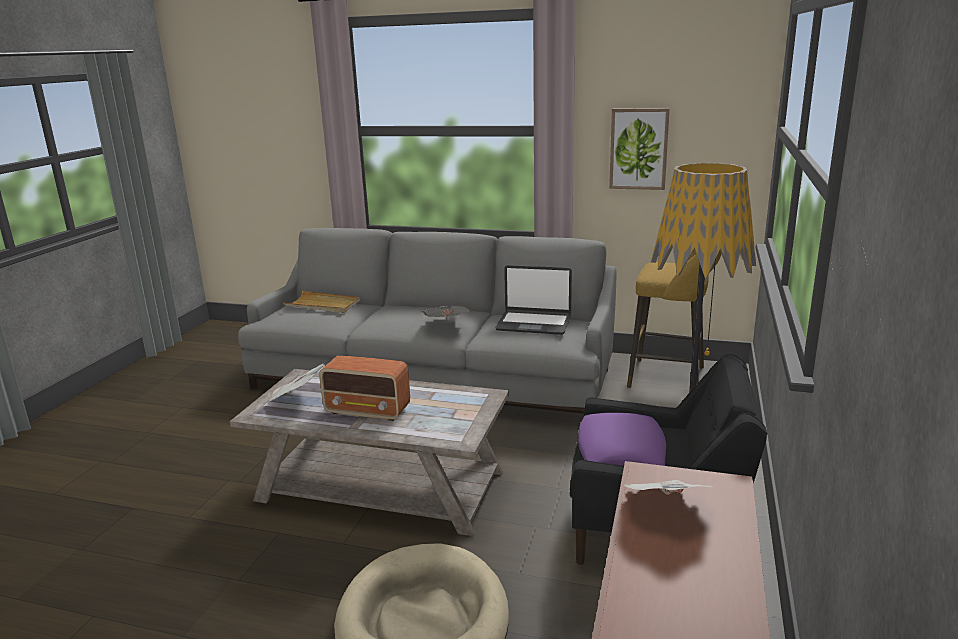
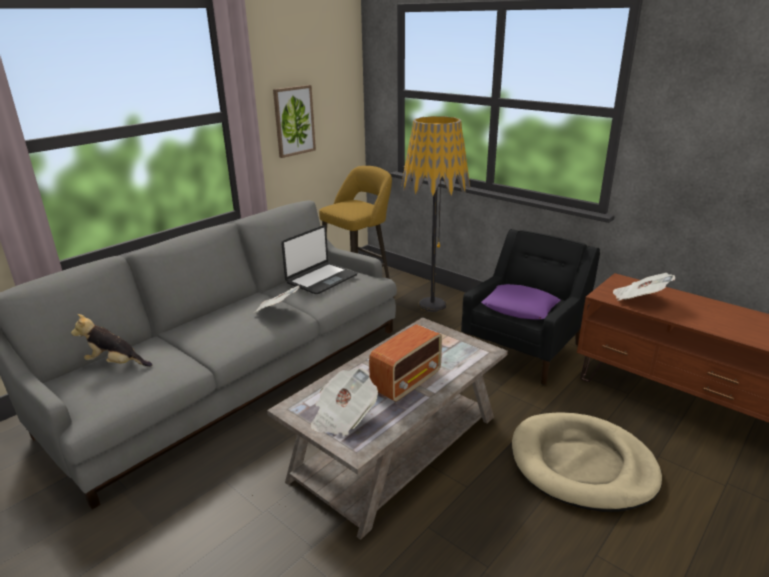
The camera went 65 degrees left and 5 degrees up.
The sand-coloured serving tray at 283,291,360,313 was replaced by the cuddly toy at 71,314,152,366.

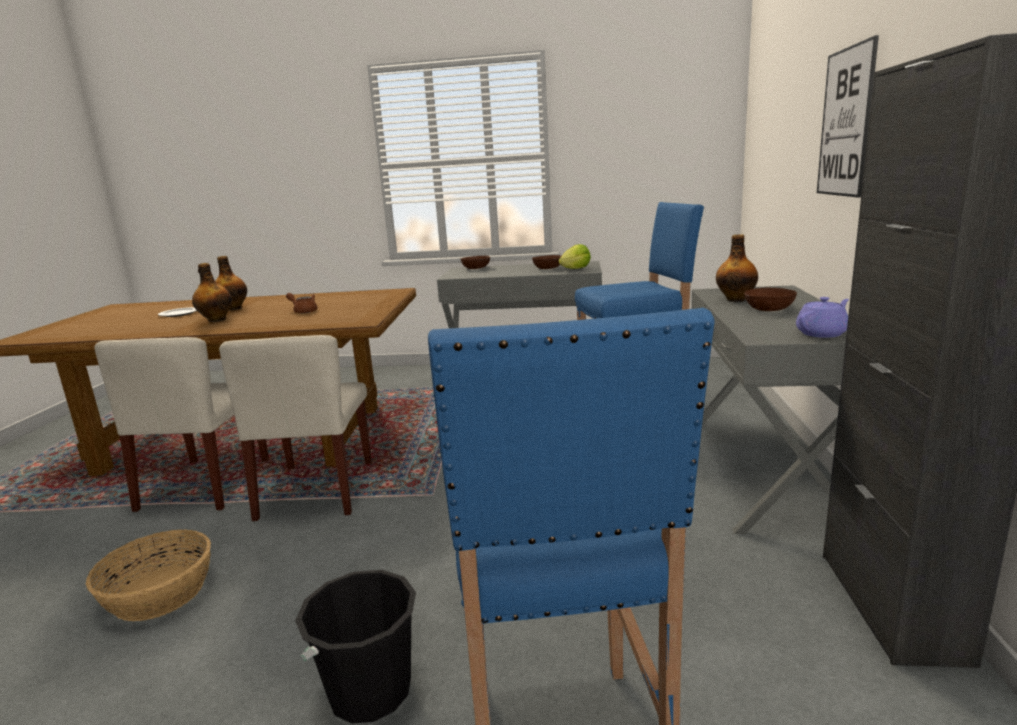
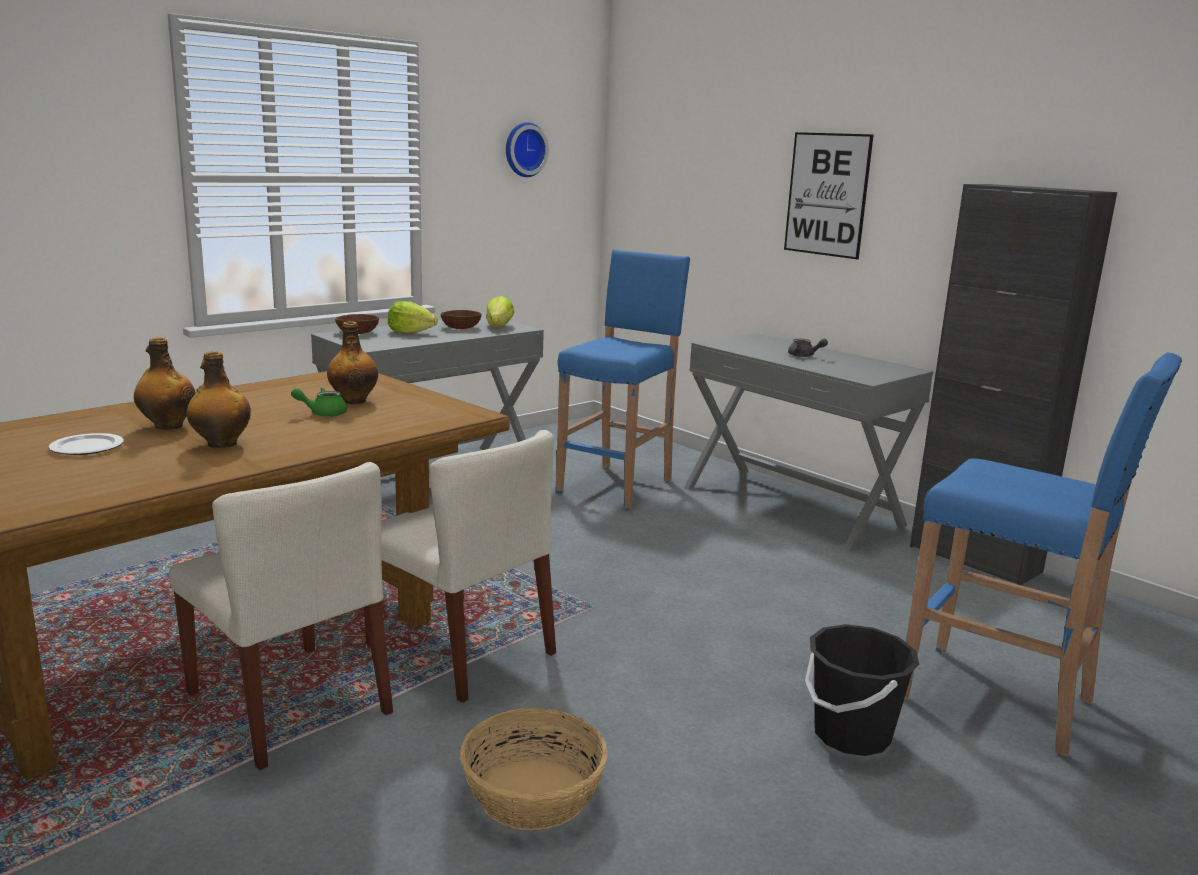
The camera went 50 degrees left and 0 degrees up.
The brown-coloured teapot at 286,293,318,313 became the green teapot at 291,387,347,417.
The drink bottle moved from 716,234,758,302 to 327,321,378,404.
The brown-coloured serving bowl at 744,288,797,311 was replaced by the greyish teapot at 788,339,828,357.
The purplish teapot at 796,297,849,338 disappeared.
The lettuce at 388,301,438,334 appeared.
The hanging clock at 506,122,549,177 appeared.

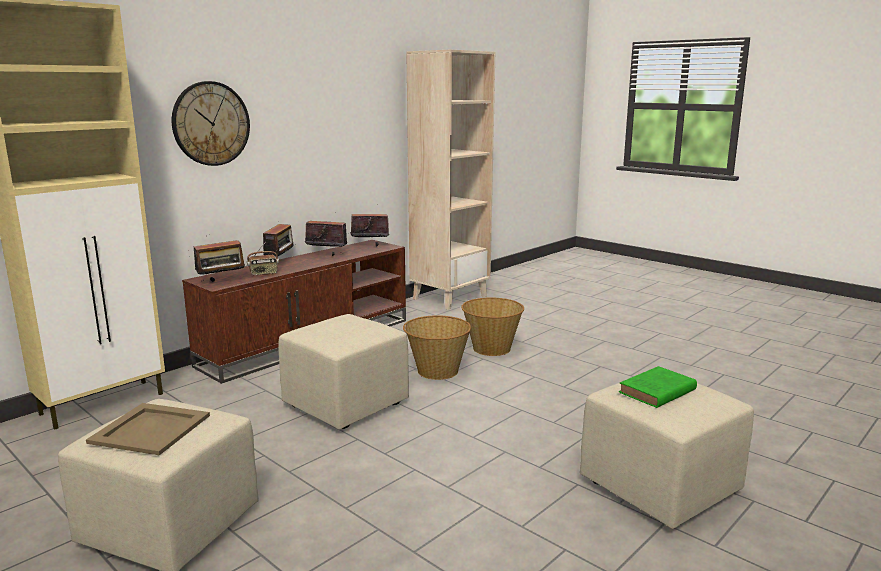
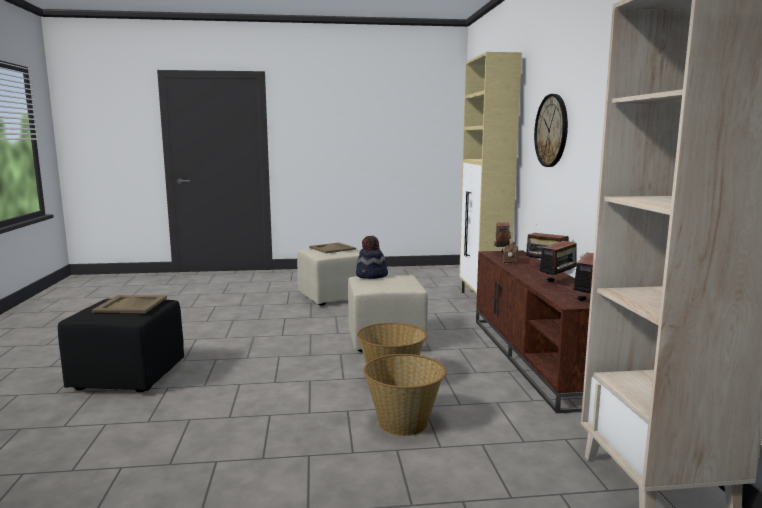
The camera went 130 degrees right and 5 degrees down.
The sand-coloured pouffe at 580,383,754,529 became the black-coloured pouffe at 58,298,184,392.
The green bound book at 619,366,697,408 was replaced by the sand-coloured serving tray at 92,295,167,313.
The wearable hat at 356,236,388,279 appeared.

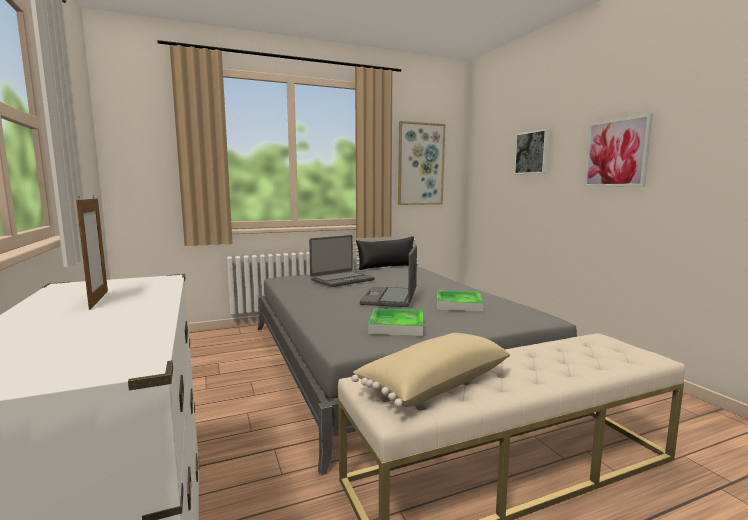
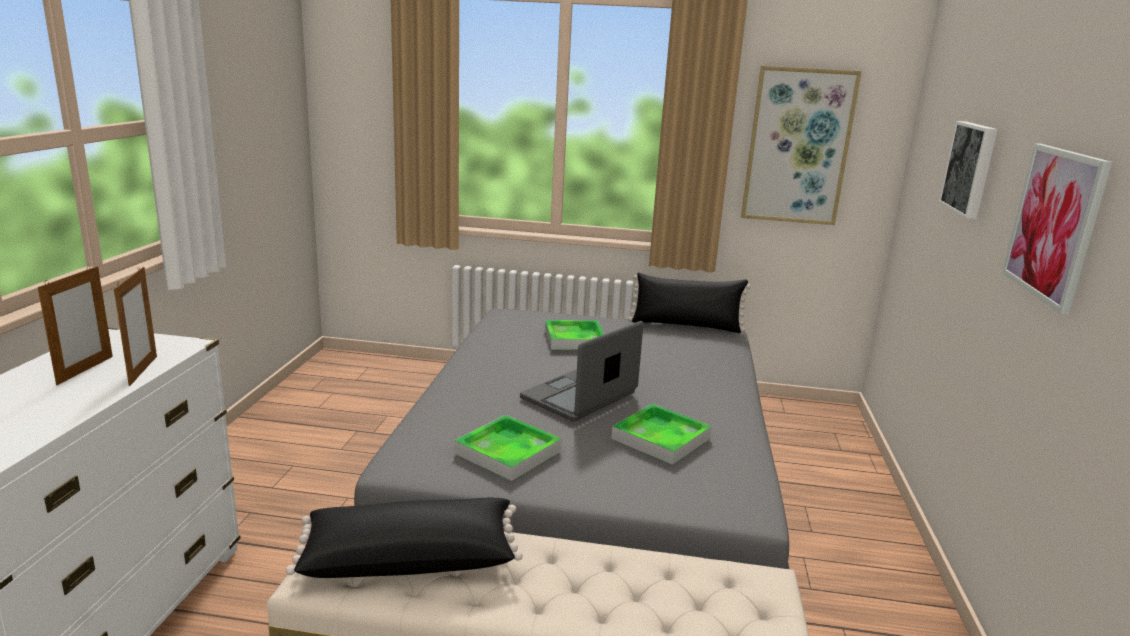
The camera went 30 degrees right and 10 degrees up.
The portable computer at 309,235,375,287 was replaced by the serving tray at 545,320,604,350.
The sand-coloured pillow at 352,333,510,407 became the black-coloured pillow at 285,498,523,578.
The standing frame at 114,266,157,386 appeared.

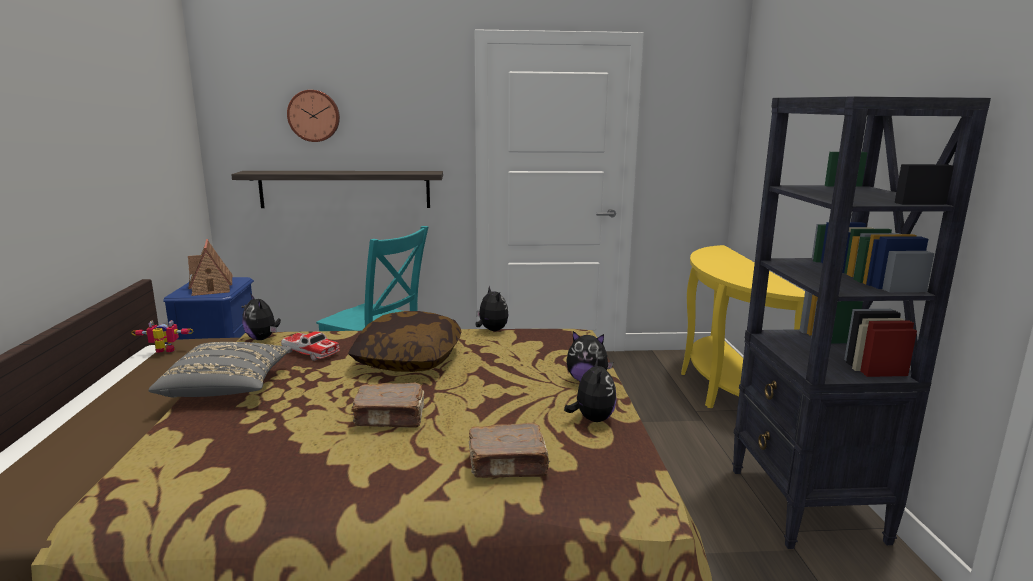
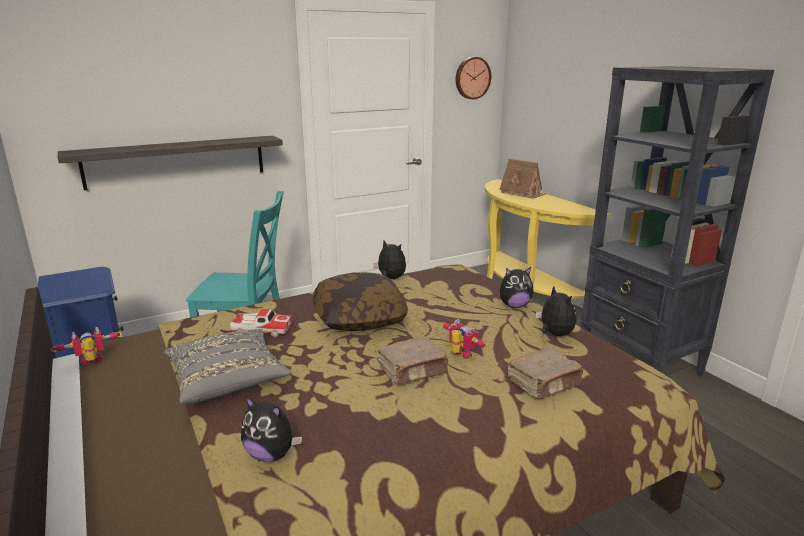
The camera went 25 degrees left and 5 degrees up.
The miniature house moved from 188,239,232,296 to 500,158,546,199.
The cuddly toy moved from 242,293,281,340 to 241,396,302,462.
The hanging clock moved from 287,90,340,142 to 456,57,491,99.
The toy robot at 441,319,488,359 appeared.

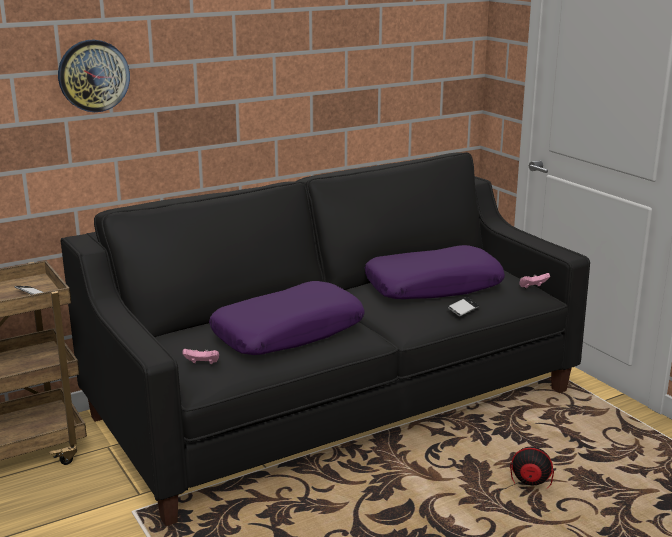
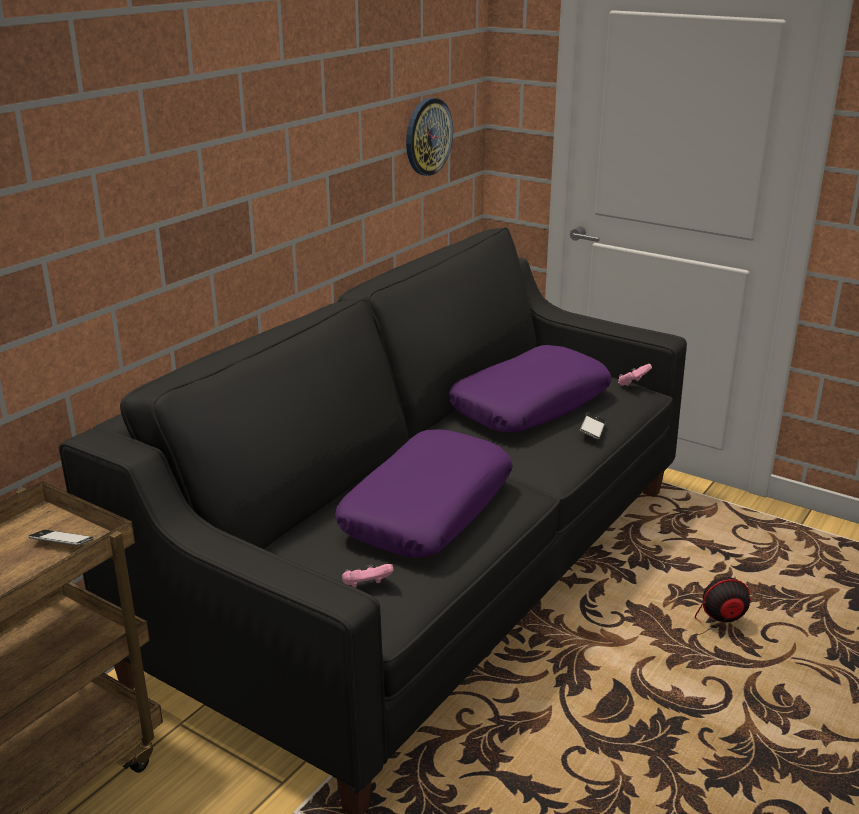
The camera went 25 degrees left and 5 degrees up.
The hanging clock moved from 58,40,130,112 to 406,98,453,176.

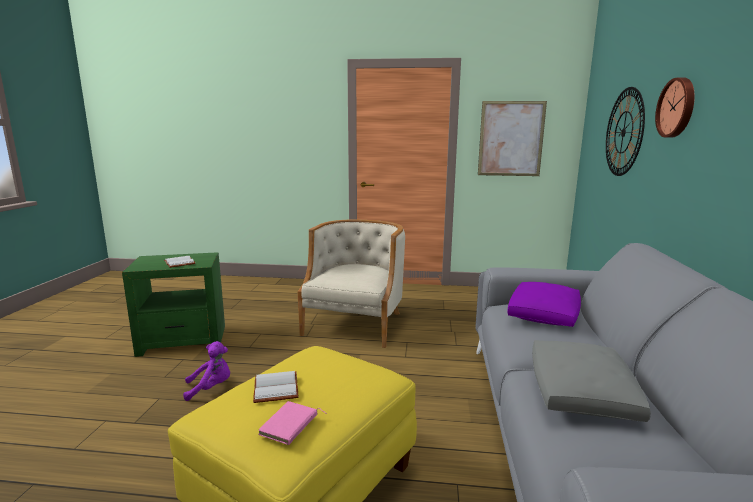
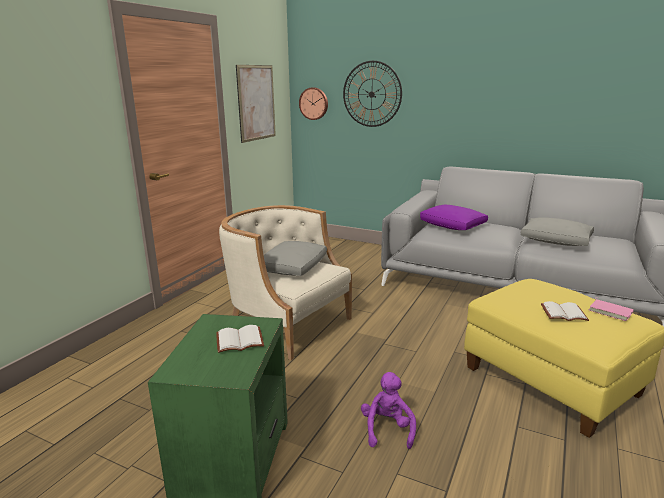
The camera went 70 degrees left and 5 degrees up.
The hanging clock moved from 655,77,695,137 to 299,87,328,120.
The greyish pillow at 264,241,327,276 appeared.

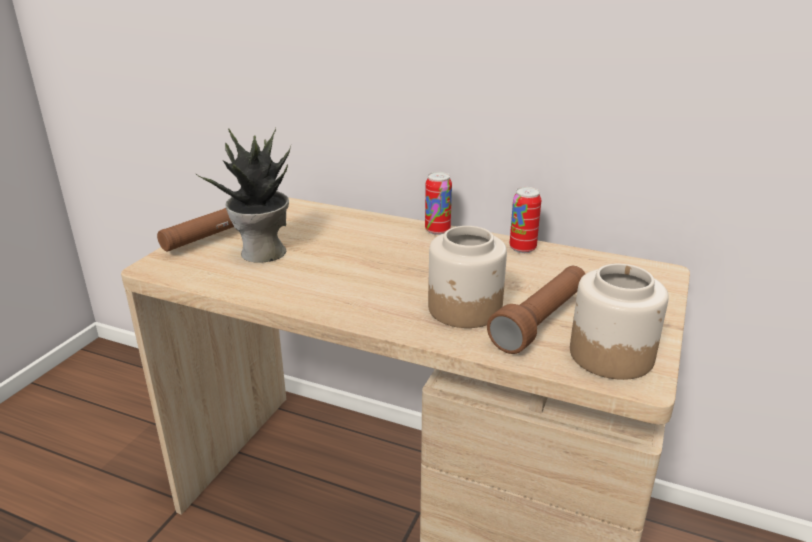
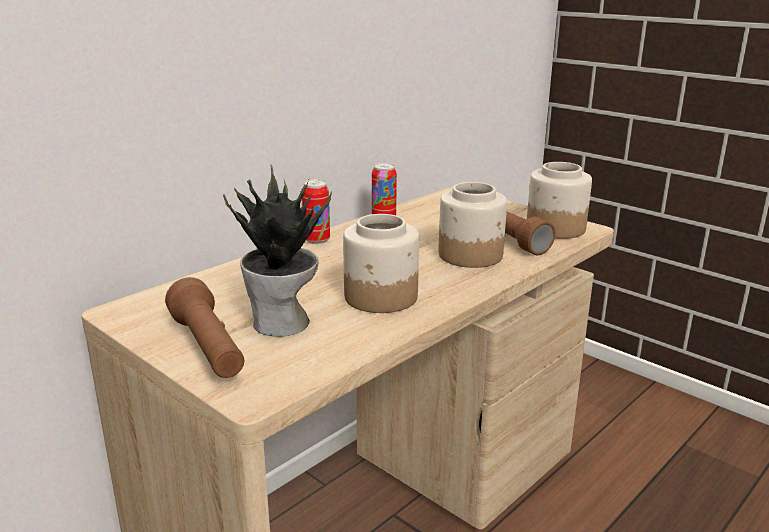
The camera went 70 degrees left and 5 degrees down.
The jar at 343,214,419,313 appeared.

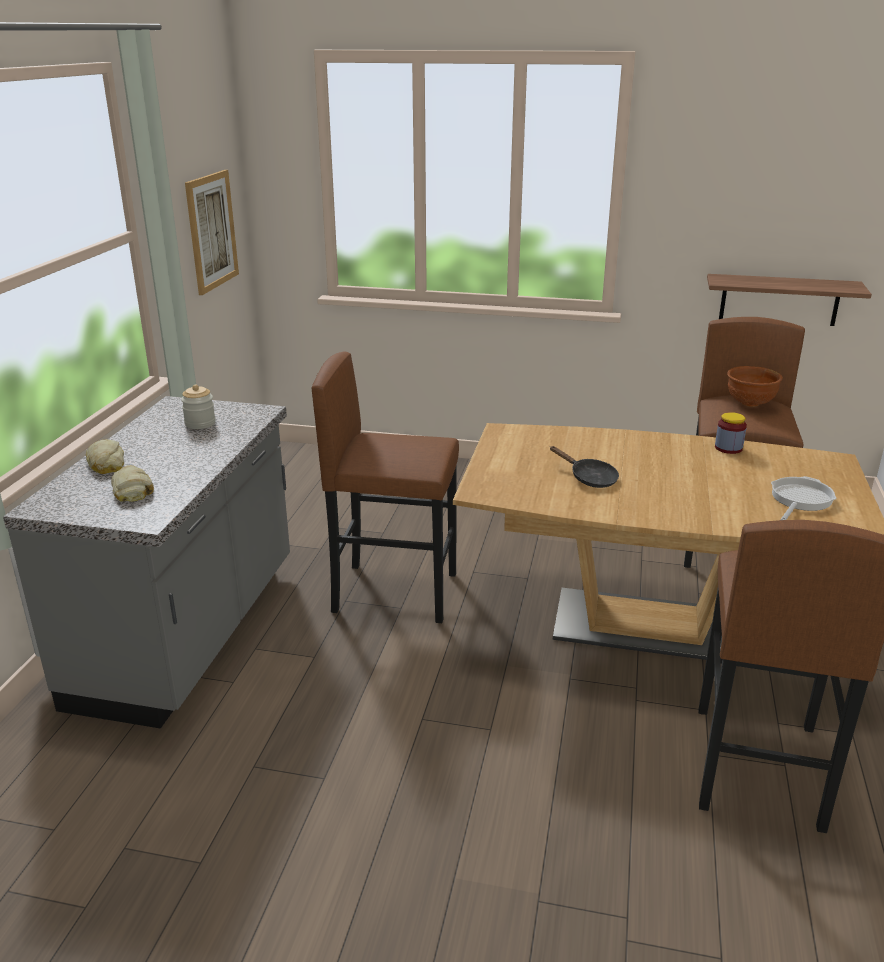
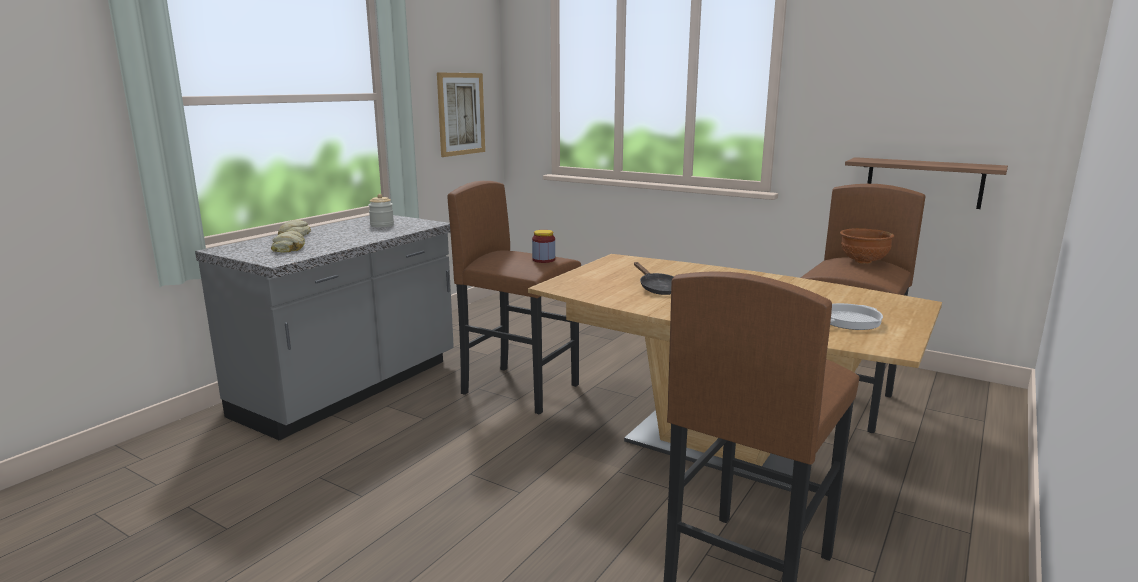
The camera went 20 degrees right and 10 degrees down.
The jar moved from 715,412,747,454 to 532,230,555,263.

